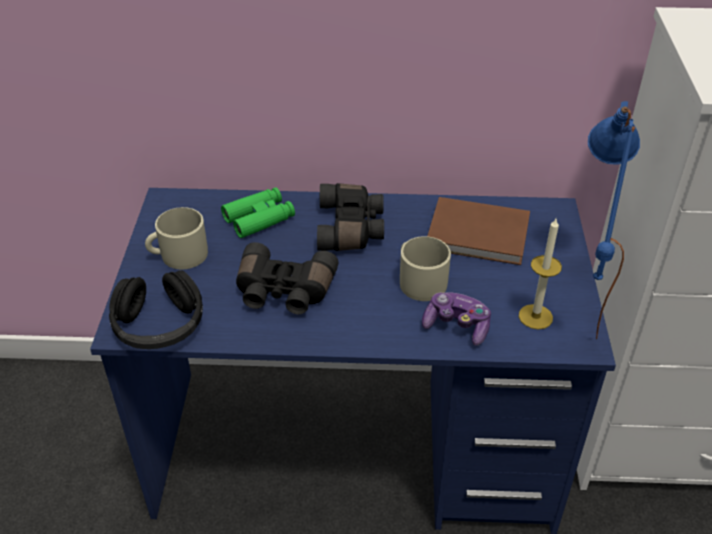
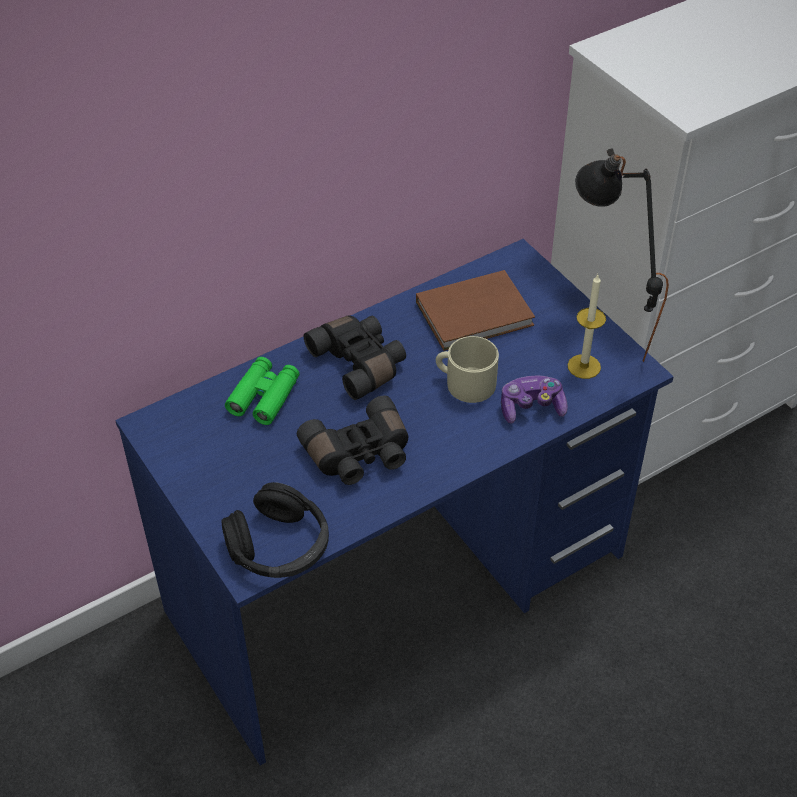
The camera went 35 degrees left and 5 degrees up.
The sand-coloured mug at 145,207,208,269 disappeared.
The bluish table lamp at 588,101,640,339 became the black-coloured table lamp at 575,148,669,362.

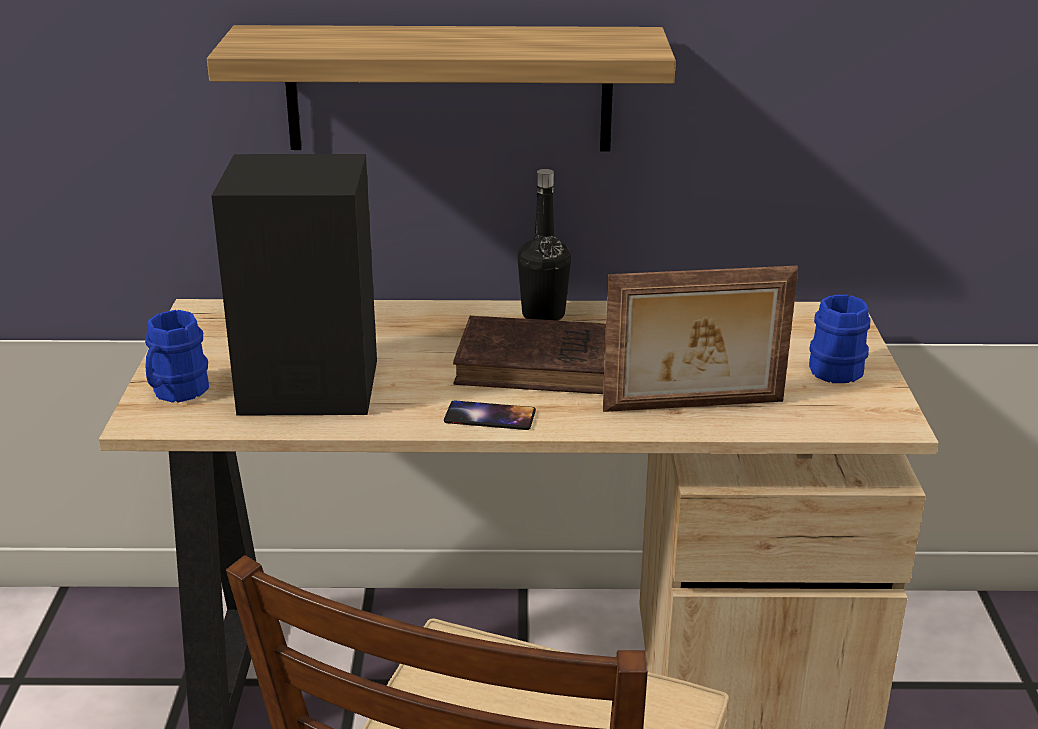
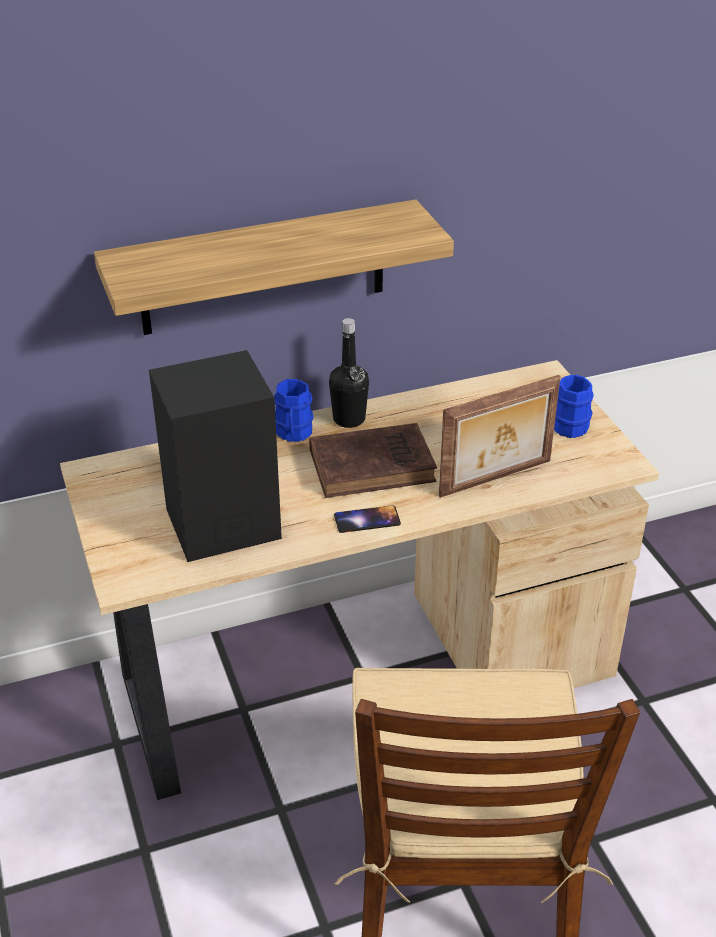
The camera went 20 degrees left and 10 degrees up.
The bluish mug moved from 145,310,209,403 to 274,379,313,442.

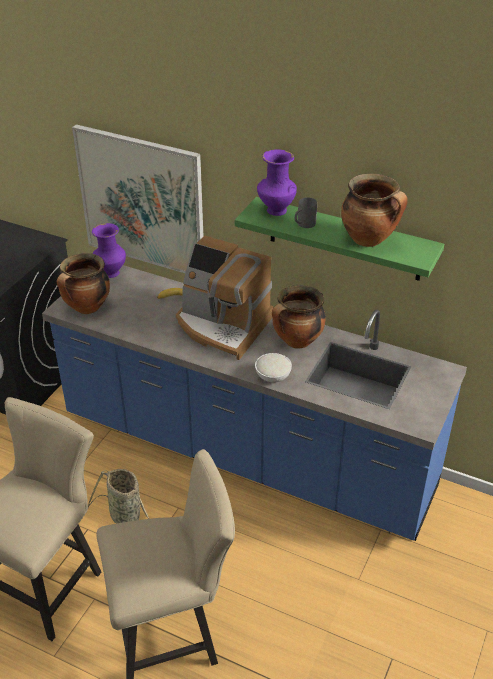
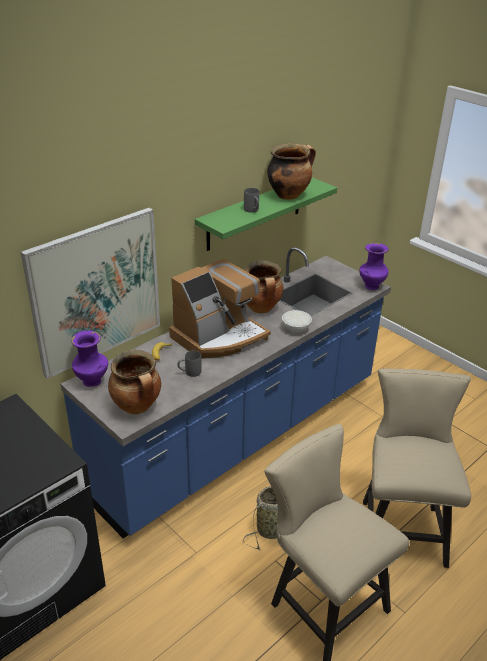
The camera went 70 degrees left and 5 degrees down.
The purplish vase moved from 257,149,297,216 to 359,243,389,290.
The greyish mug at 178,351,201,377 appeared.

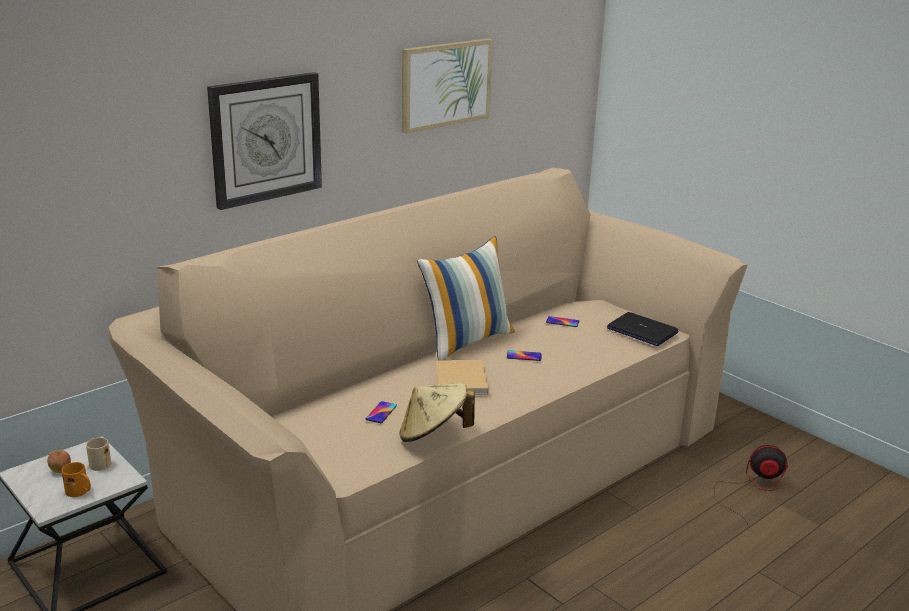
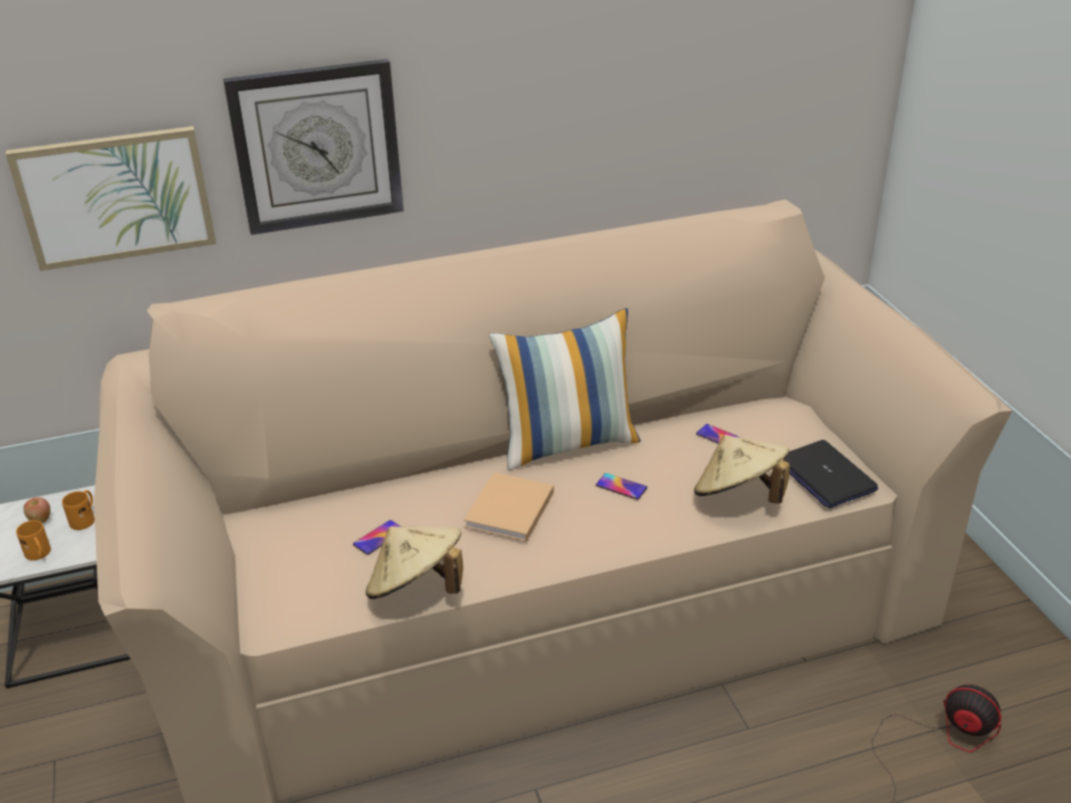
The camera went 25 degrees right and 10 degrees up.
The sand-coloured mug at 86,437,111,471 became the orange mug at 62,490,95,530.
The picture moved from 402,38,493,133 to 6,126,216,271.
The sand-coloured wearable hat at 694,435,790,504 appeared.

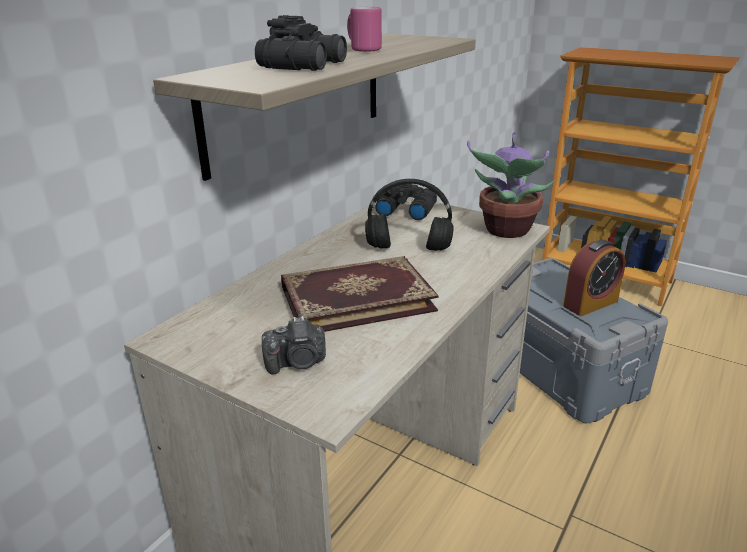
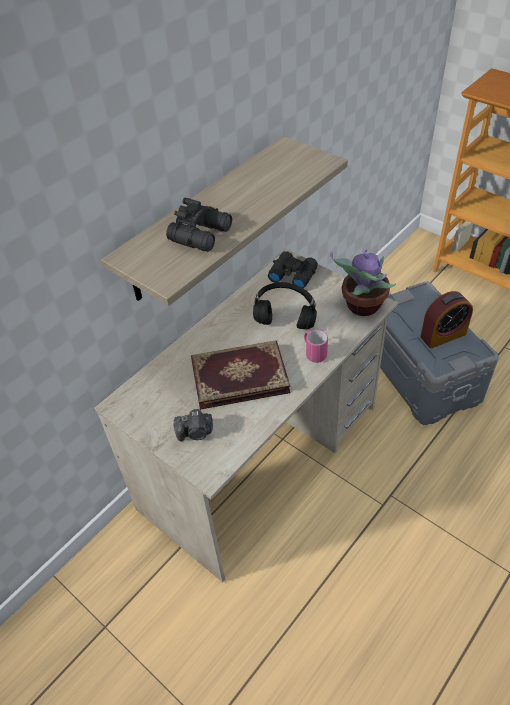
The camera went 10 degrees right and 20 degrees up.
The pink-coloured mug moved from 347,7,382,52 to 304,330,328,363.

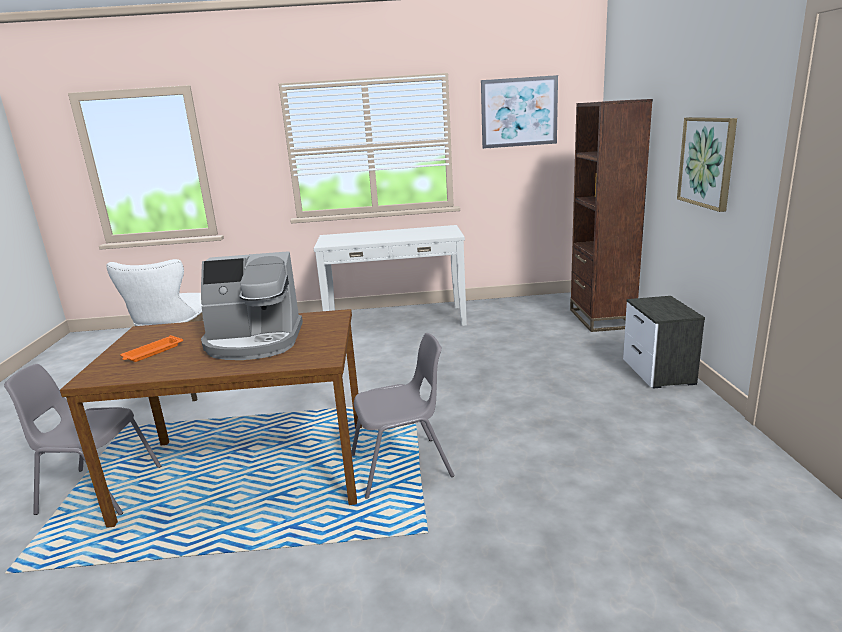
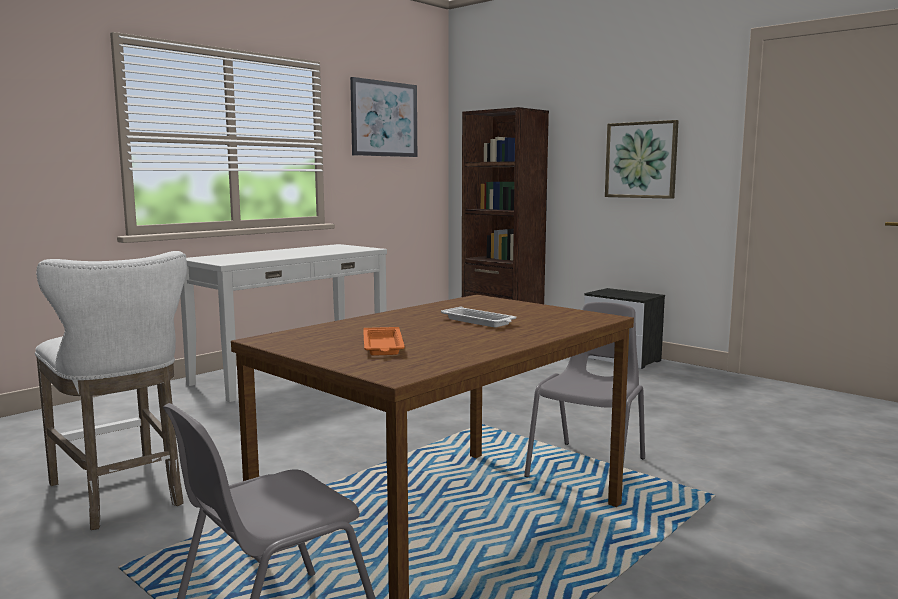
The camera went 45 degrees left and 10 degrees down.
The coffee brewer at 201,251,303,360 was replaced by the white serving tray at 441,306,516,327.

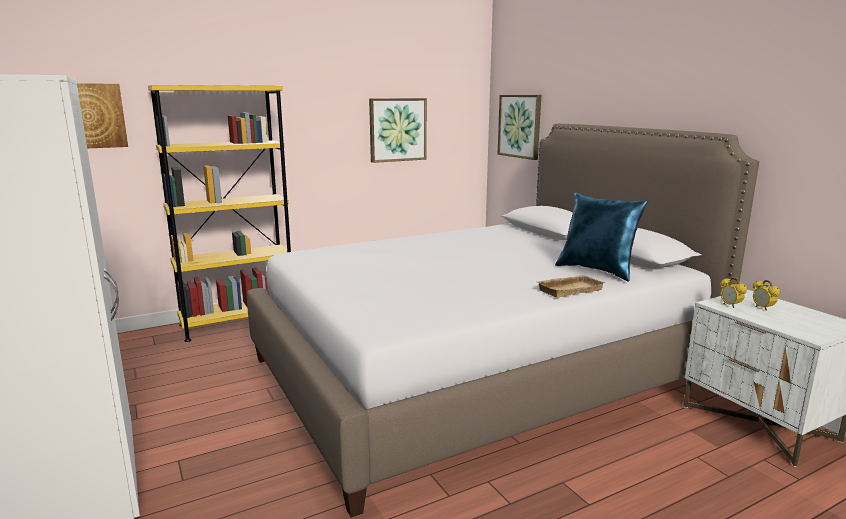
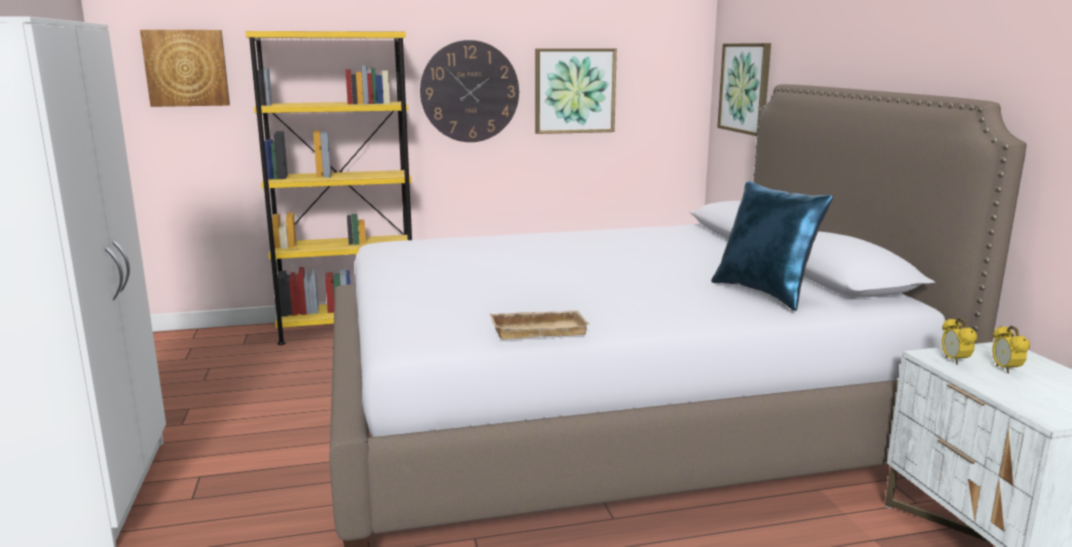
The camera went 15 degrees right and 0 degrees up.
The sand-coloured serving tray moved from 537,275,605,298 to 490,310,589,339.
The hanging clock at 420,40,519,142 appeared.

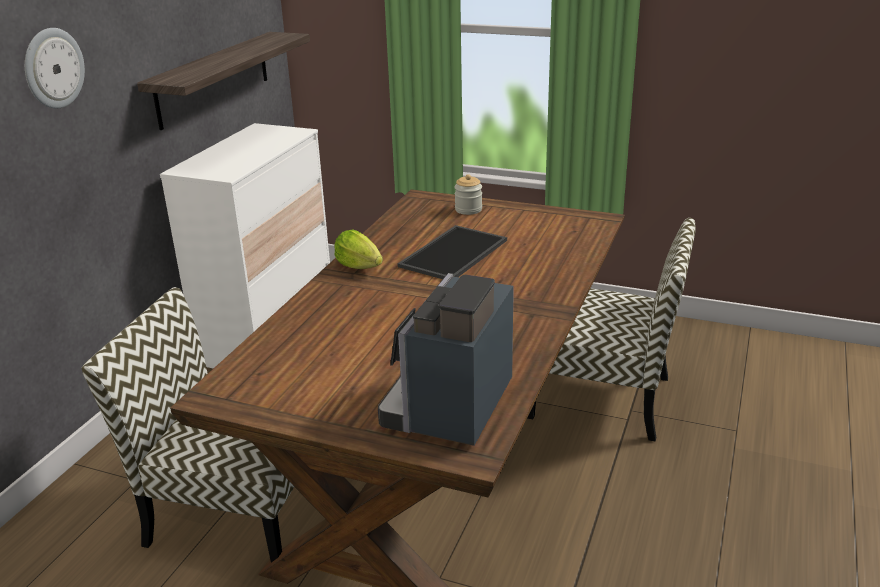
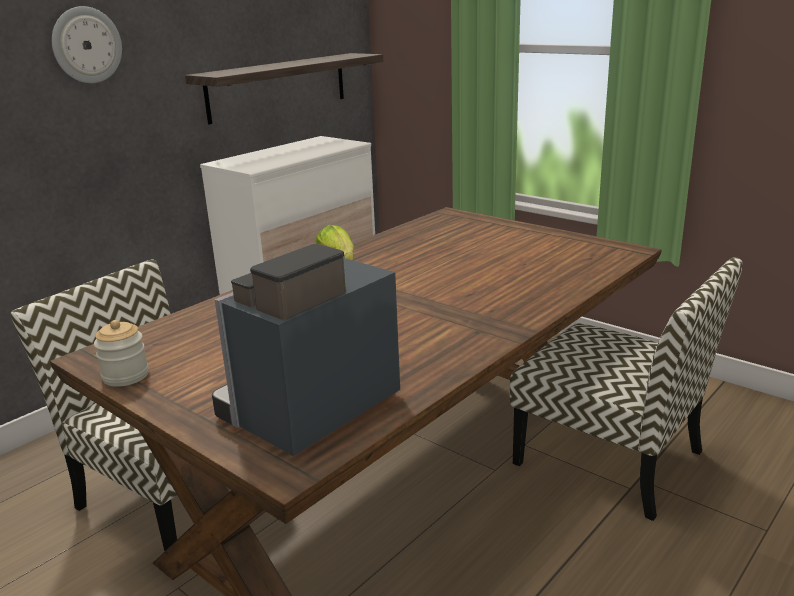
The camera went 20 degrees right and 5 degrees down.
The serving tray at 398,225,507,279 disappeared.
The jar moved from 454,174,482,215 to 94,320,149,387.

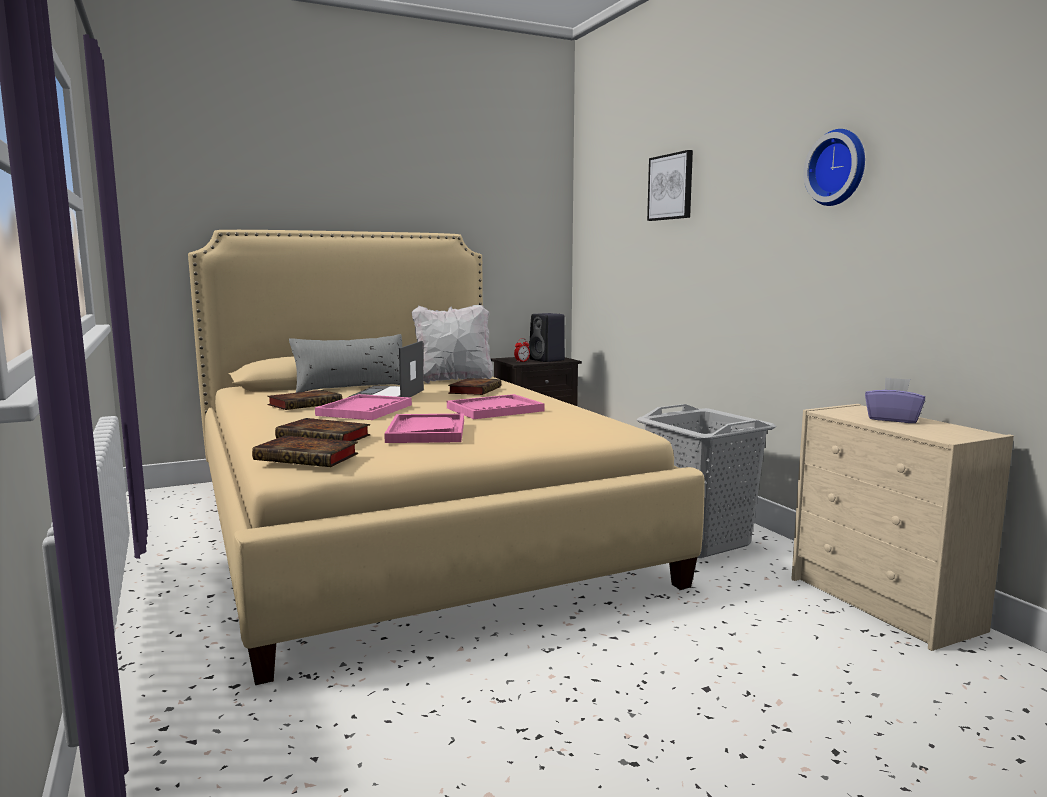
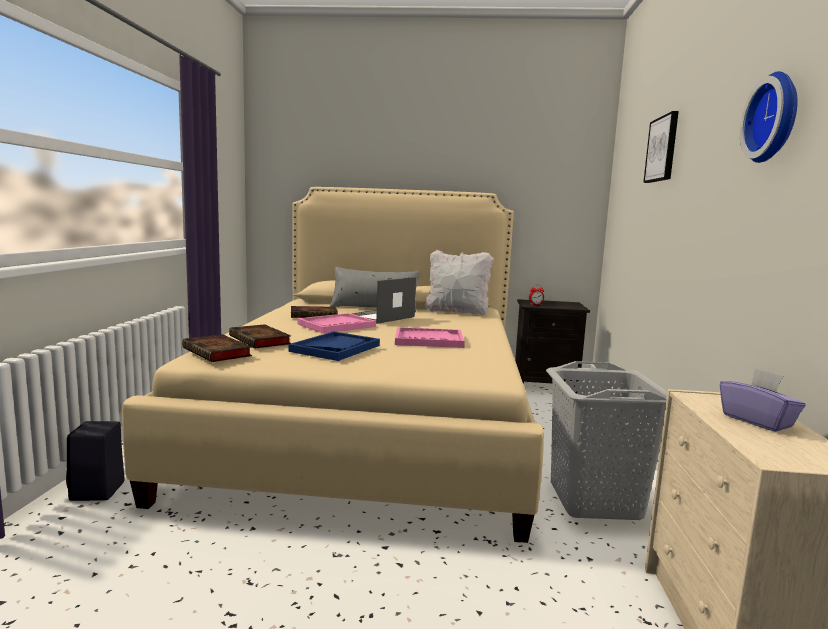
The camera went 30 degrees right and 0 degrees up.
The pink-coloured serving tray at 384,414,464,443 became the bluish serving tray at 288,331,380,361.
The bound book at 448,378,501,395 disappeared.
The black-coloured speaker moved from 529,313,565,362 to 66,421,125,501.

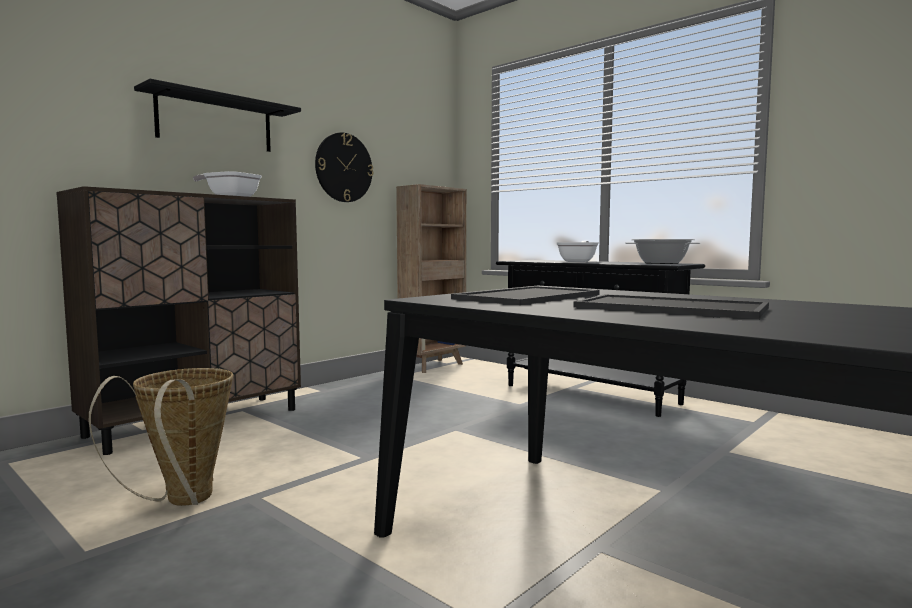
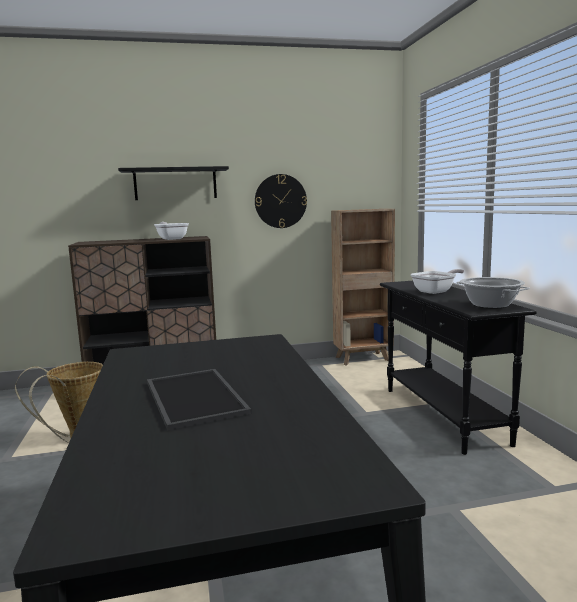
The camera went 35 degrees right and 5 degrees up.
The serving tray at 451,286,600,305 disappeared.

